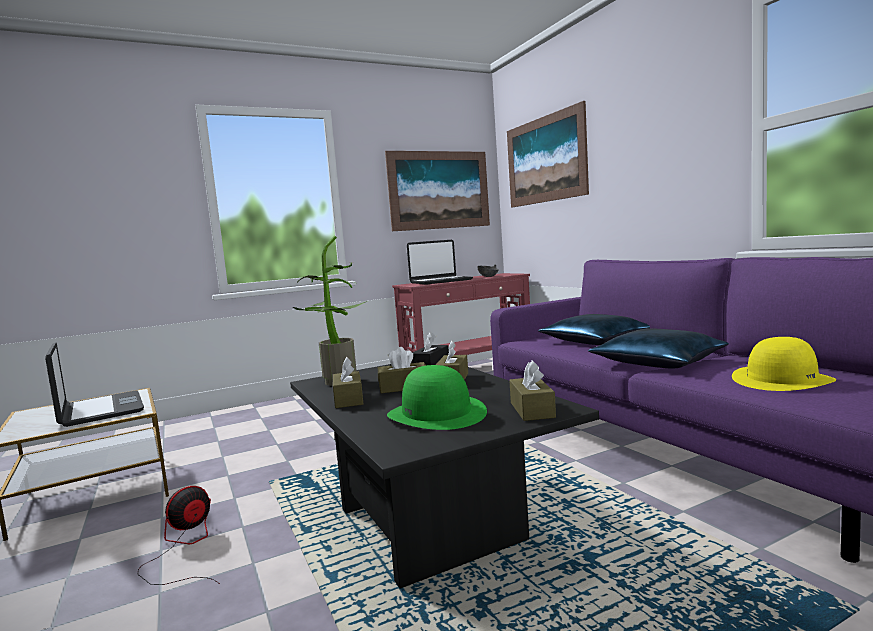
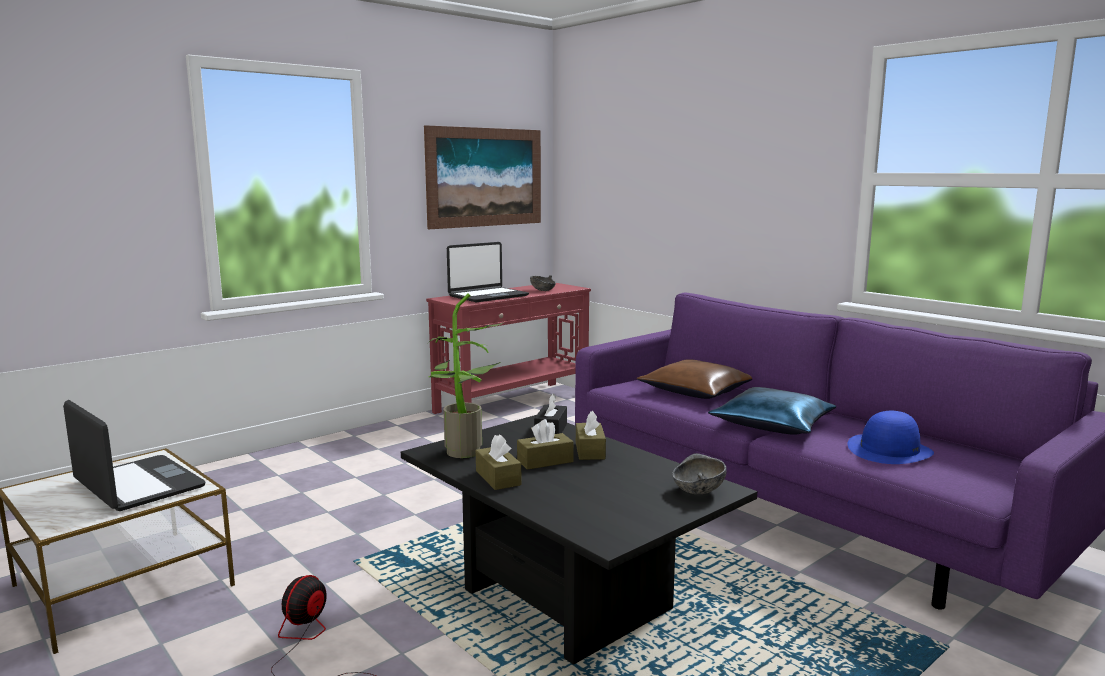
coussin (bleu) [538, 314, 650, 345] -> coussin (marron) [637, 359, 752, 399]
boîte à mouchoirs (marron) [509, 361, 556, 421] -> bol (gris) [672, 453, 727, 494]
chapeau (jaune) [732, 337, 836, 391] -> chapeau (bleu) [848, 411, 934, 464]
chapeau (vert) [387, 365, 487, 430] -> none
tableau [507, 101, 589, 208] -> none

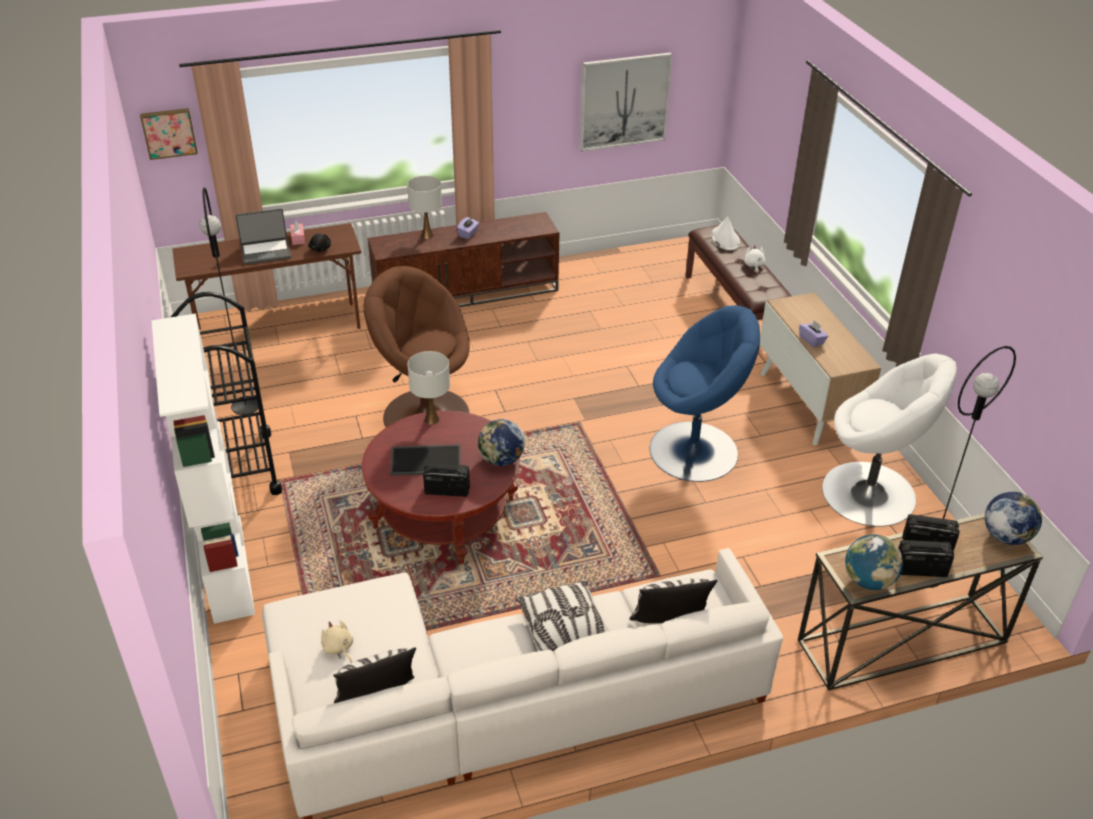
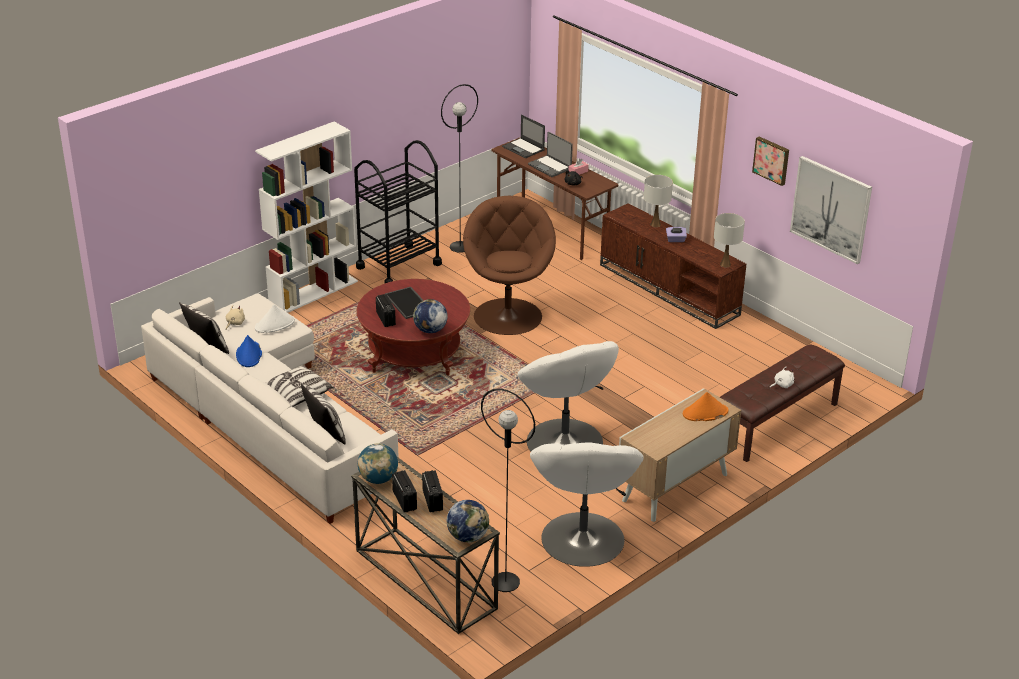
none -> chapeau (bleu) [236, 335, 262, 367]
chapeau (blanc) [712, 217, 740, 251] -> chapeau (blanc) [255, 305, 295, 333], move
none -> ordinateur portable [502, 115, 545, 159]
fauteuil (bleu) [650, 305, 760, 482] -> fauteuil (blanc) [518, 341, 619, 451]
none -> chapeau (orange) [683, 392, 728, 421]
lampe de table (blanc) [408, 351, 450, 425] -> lampe de table (blanc) [714, 213, 745, 267], move
tableau [140, 108, 198, 160] -> tableau [752, 137, 789, 186], move
boîte à mouchoirs (violet) [799, 320, 828, 347] -> none

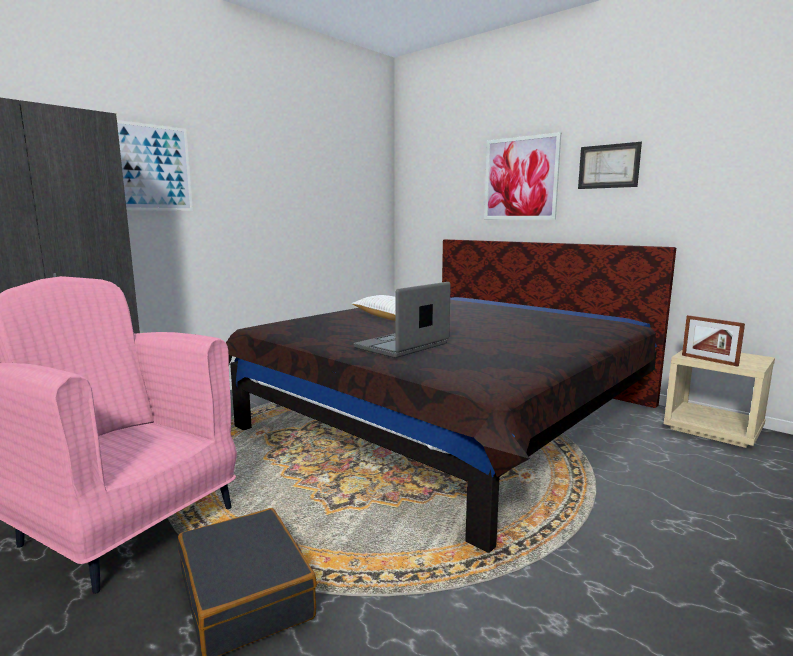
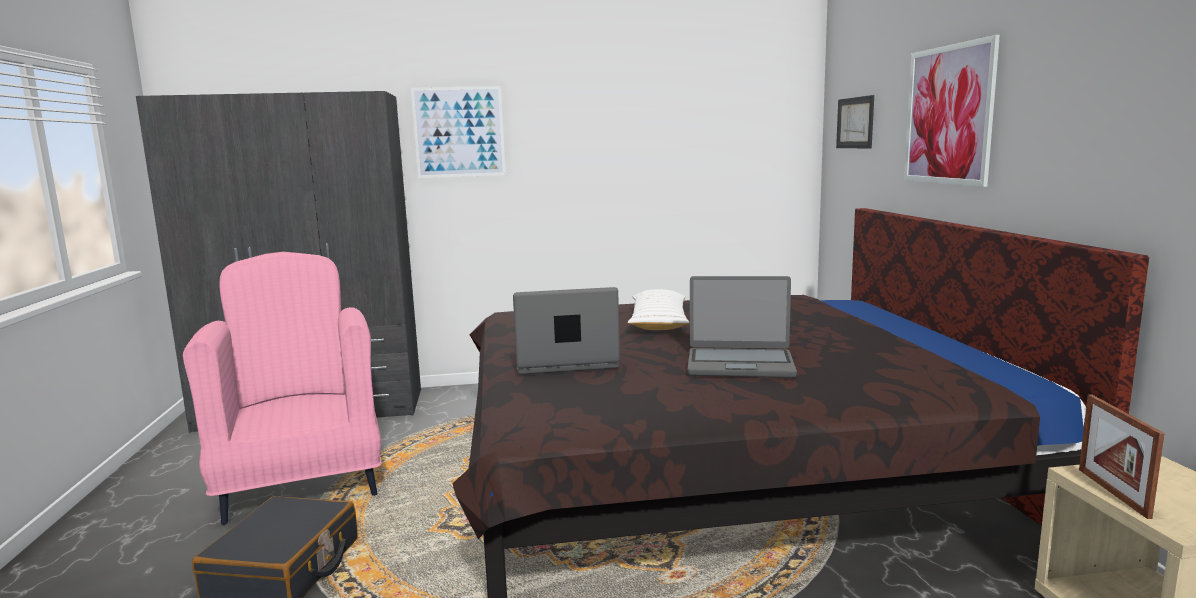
none -> ordinateur portable [687, 276, 797, 378]
tableau [578, 142, 642, 189] -> tableau [836, 95, 874, 148], move

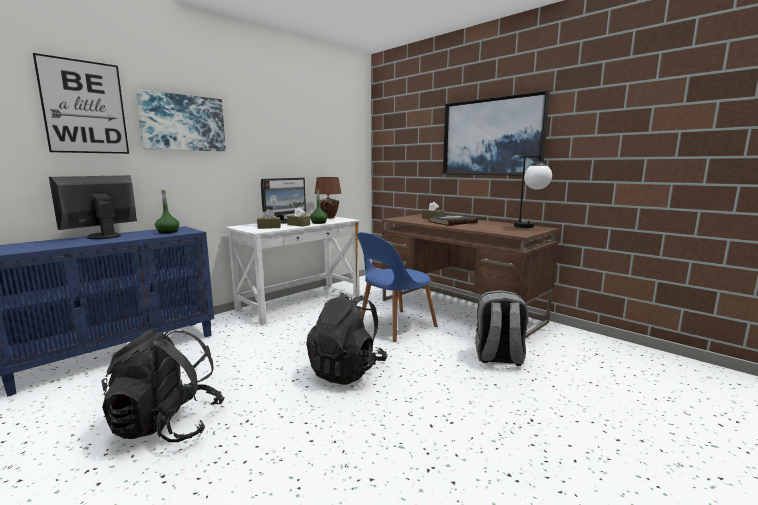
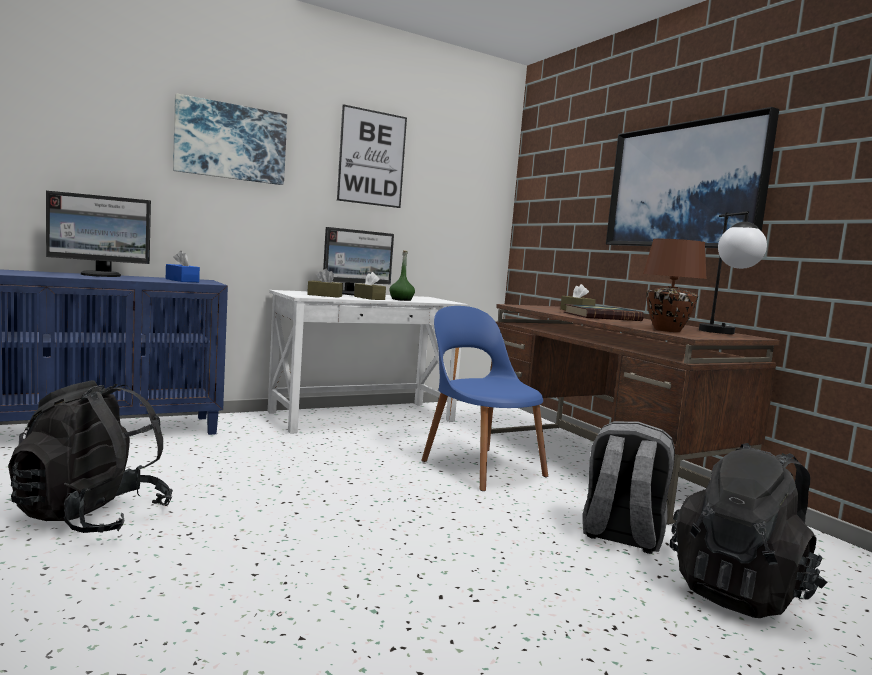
écran d'ordinateur [49, 175, 137, 239] -> écran d'ordinateur [46, 191, 151, 277], 150 degrees counterclockwise
bouteille (vert) [155, 190, 179, 233] -> boîte à mouchoirs (bleu) [166, 251, 200, 282]
tableau [33, 53, 129, 154] -> tableau [337, 104, 407, 208], move
chaise (bleu) [357, 232, 437, 342] -> chaise (bleu) [421, 306, 548, 491], 75 degrees clockwise
lampe de table (marron) [314, 177, 341, 219] -> lampe de table (marron) [643, 239, 707, 332], move
sac à dos (noir) [306, 293, 388, 385] -> sac à dos (noir) [670, 443, 828, 618], move

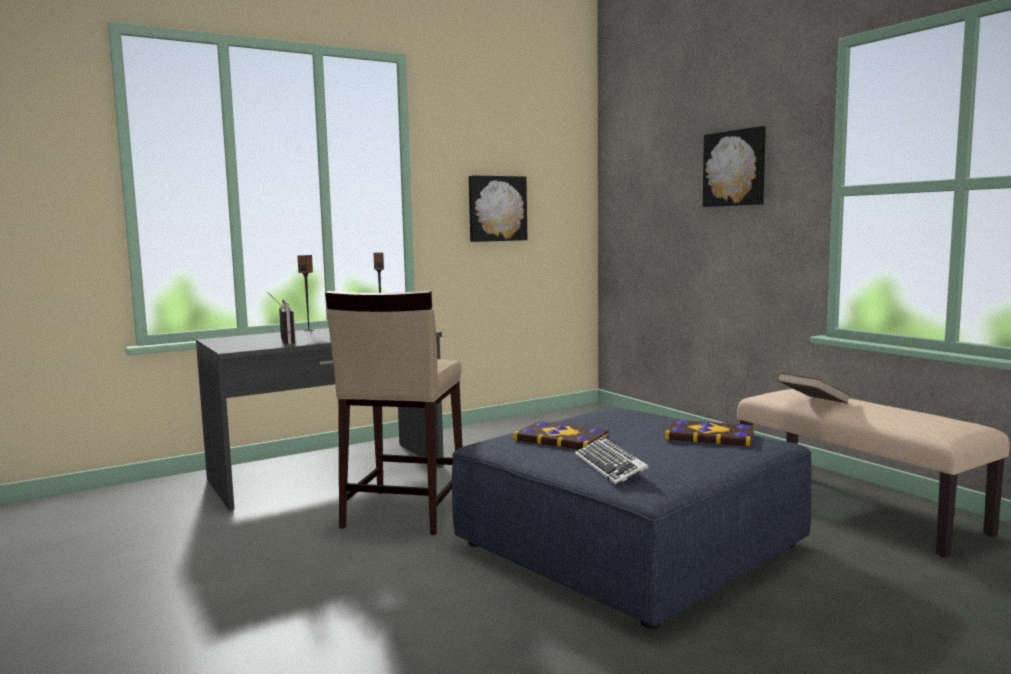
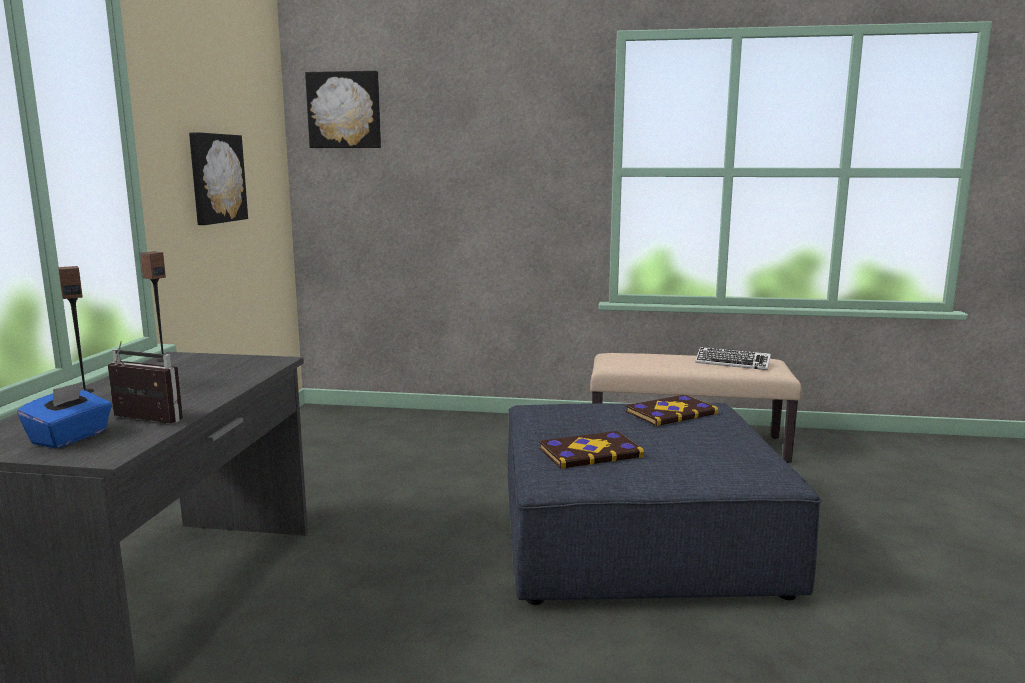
none -> boîte à mouchoirs (bleu) [17, 381, 112, 448]
tableau [703, 126, 766, 207] -> tableau [305, 71, 381, 148], move
clavier [575, 437, 649, 486] -> clavier [695, 347, 771, 370], move
tabouret (beige) [325, 291, 462, 535] -> none
livre (marron) [777, 373, 850, 404] -> none

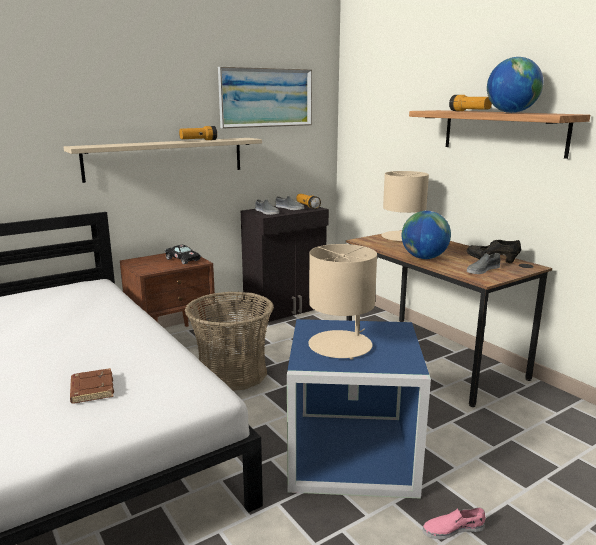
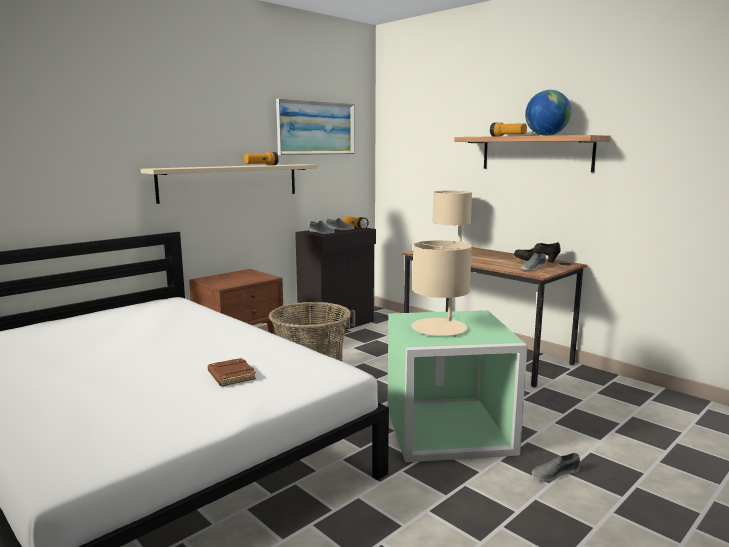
boîte de rangement (bleu) [287, 319, 431, 499] -> boîte de rangement (vert) [388, 310, 528, 462]
chaussure (rose) [423, 507, 486, 539] -> chaussure (gris) [532, 453, 580, 482]
petite voiture (noir) [165, 245, 201, 264] -> none
globe [402, 211, 451, 259] -> none

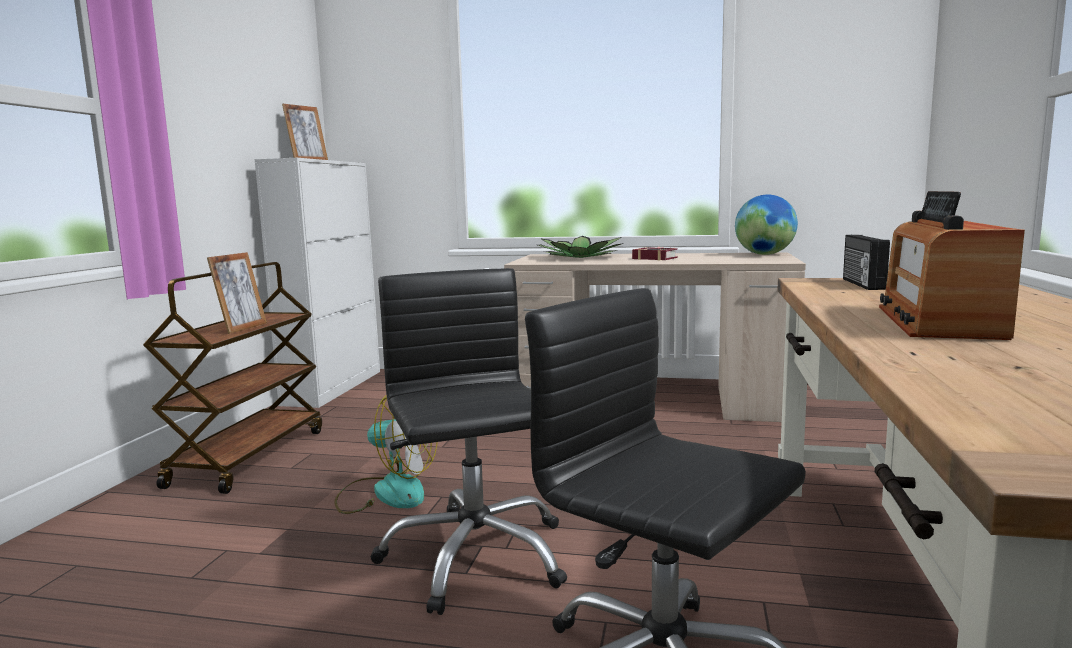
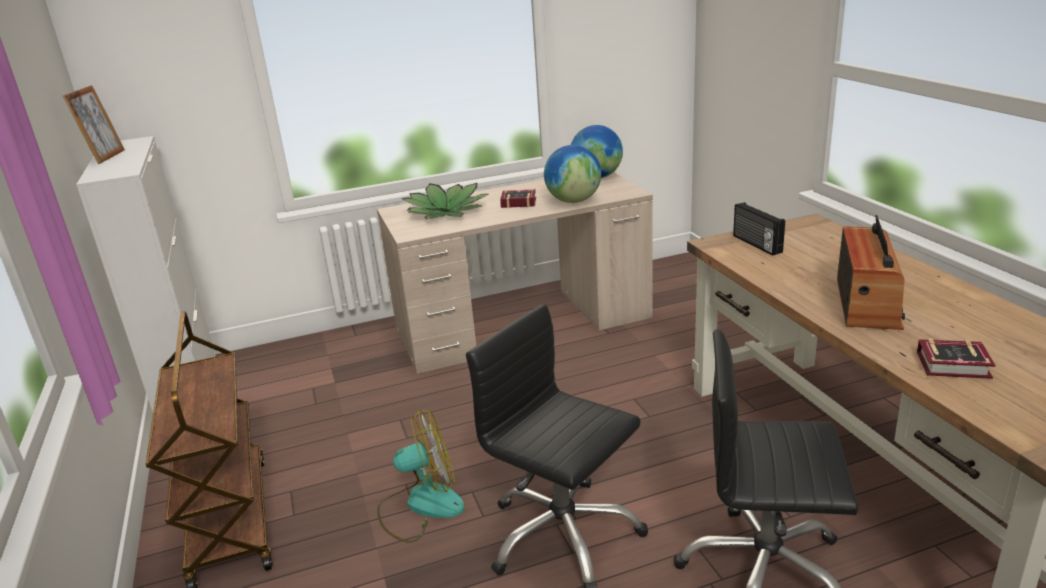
none -> globe [544, 145, 601, 203]
radio [879, 191, 1025, 340] -> radio [837, 215, 905, 330], 150 degrees counterclockwise
none -> livre [917, 339, 996, 379]
cadre photo [207, 252, 267, 334] -> none

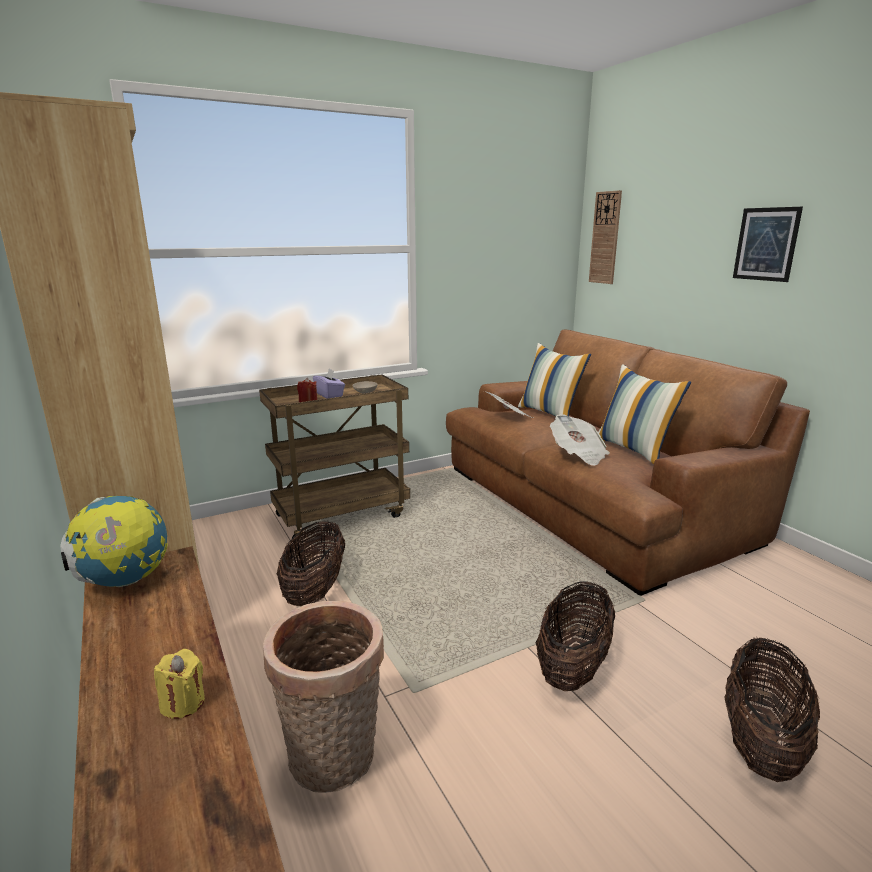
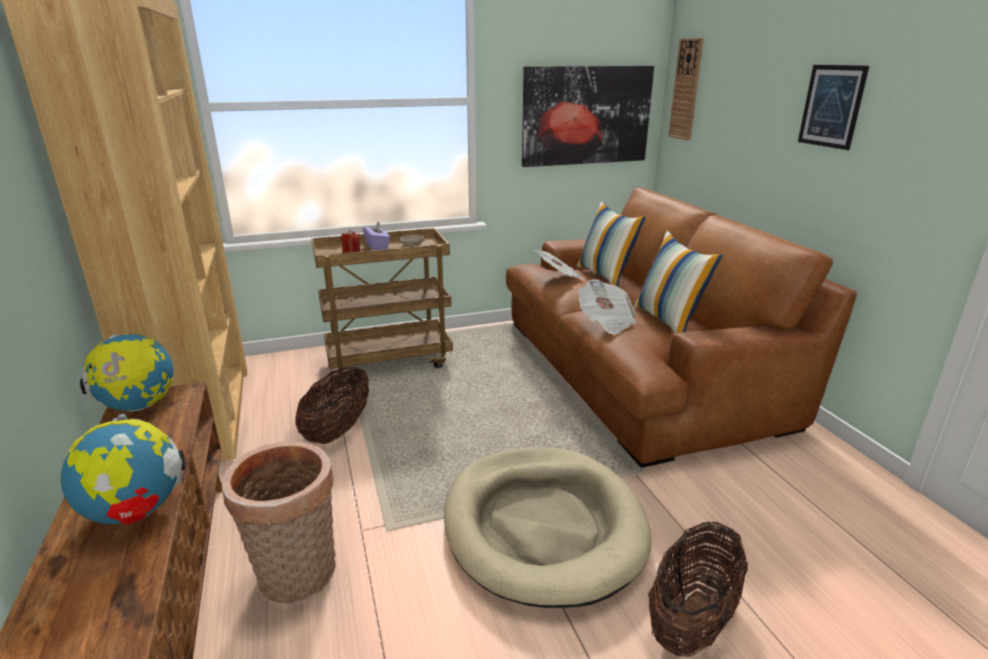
bougie (jaune) [154, 649, 205, 719] -> globe [61, 414, 186, 525]
panier [536, 581, 615, 691] -> panier pour chien (beige) [444, 447, 651, 608]
none -> tableau [522, 66, 654, 167]

